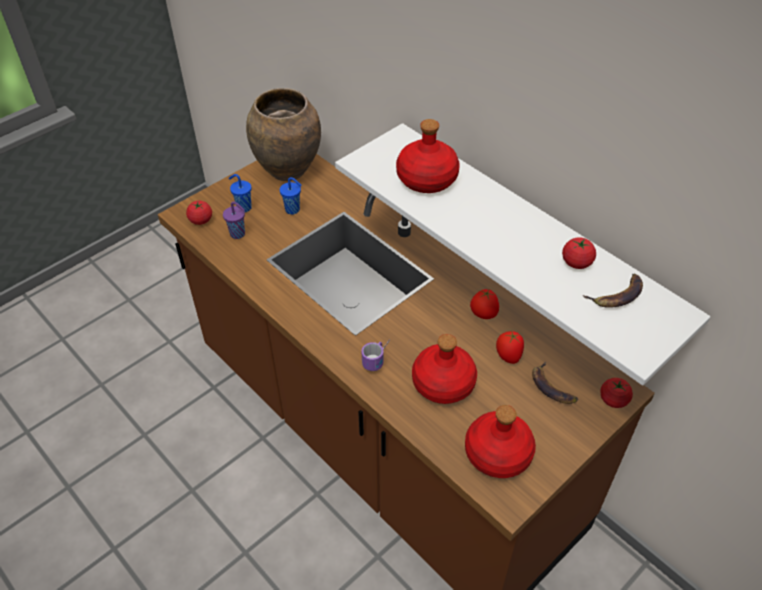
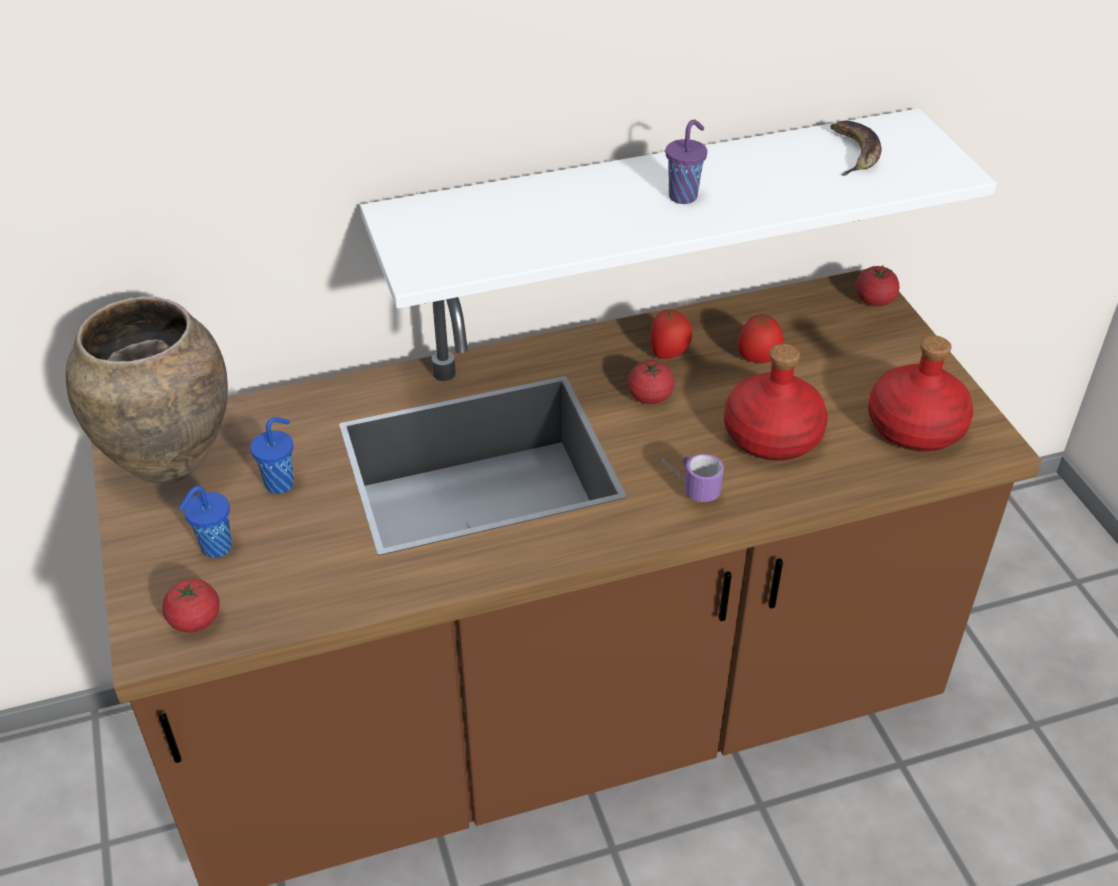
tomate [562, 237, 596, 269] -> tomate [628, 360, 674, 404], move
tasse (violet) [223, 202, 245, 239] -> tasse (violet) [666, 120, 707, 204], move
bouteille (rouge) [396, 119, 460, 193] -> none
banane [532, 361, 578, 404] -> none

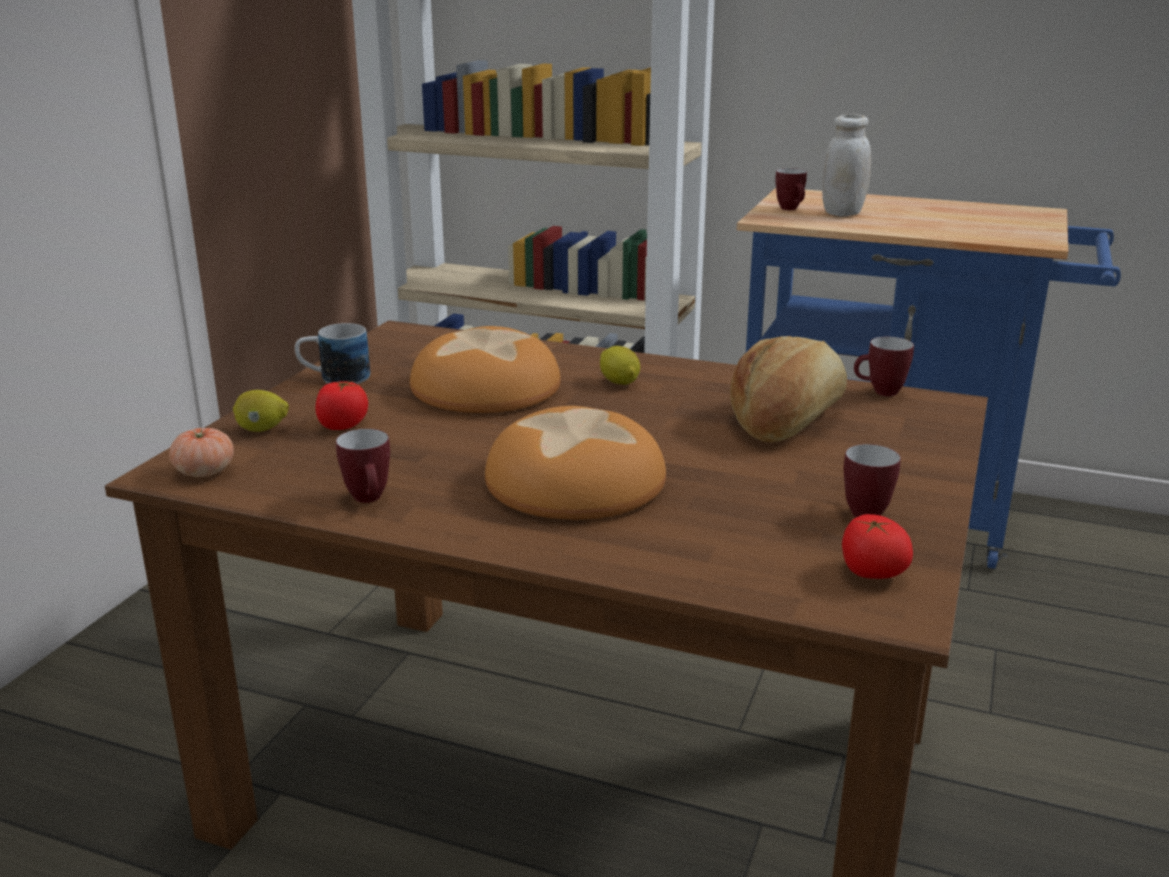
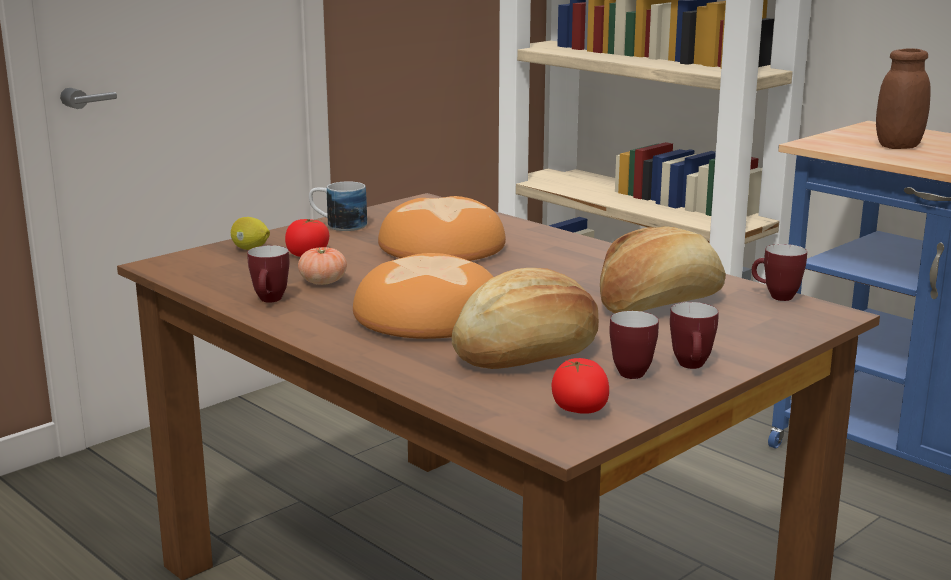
tomate [169, 428, 234, 477] -> tomate [298, 247, 347, 285], move
none -> pain [452, 268, 599, 369]
mug [775, 168, 807, 210] -> mug [670, 302, 719, 369], move
bocal (blanc) [822, 114, 871, 217] -> bocal (marron) [876, 48, 930, 149]
citron [600, 346, 640, 385] -> none

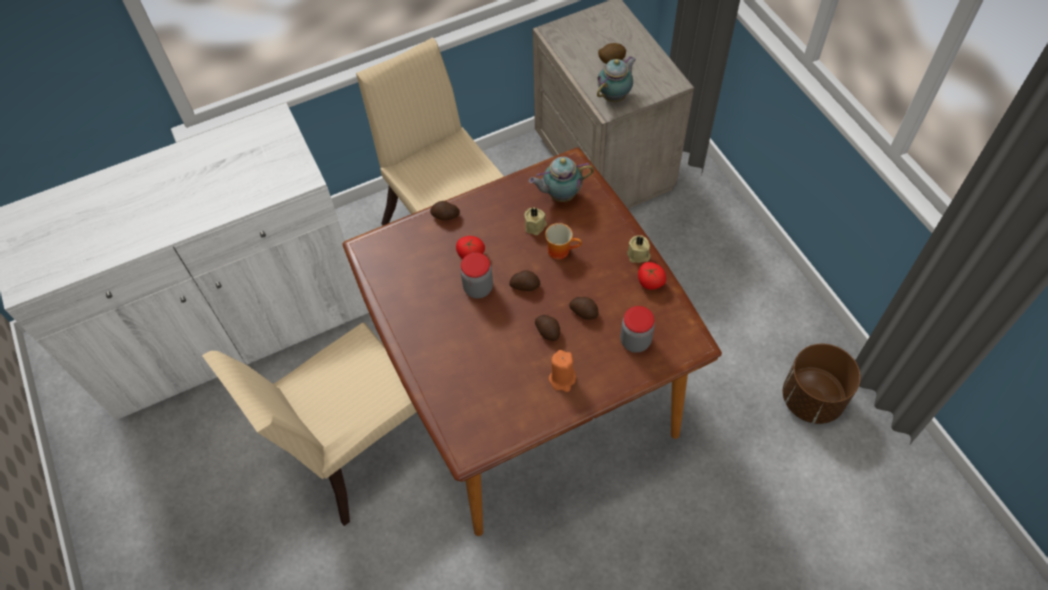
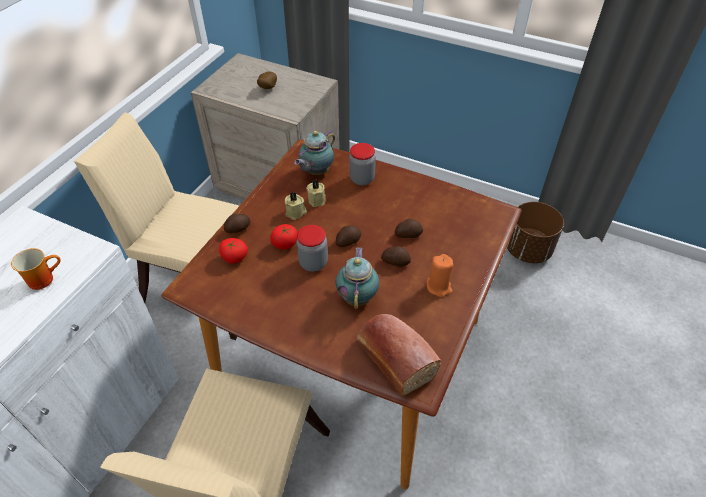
mug [545, 223, 582, 259] -> mug [11, 248, 61, 290], move
tomate [638, 262, 666, 290] -> tomate [219, 238, 248, 264], move
bougie (beige) [627, 235, 651, 263] -> bougie (beige) [285, 192, 307, 220], move
théière [597, 56, 636, 102] -> théière [336, 247, 379, 309], move
bocal [620, 306, 655, 353] -> bocal [349, 143, 376, 185], move
none -> pain [357, 314, 441, 397]

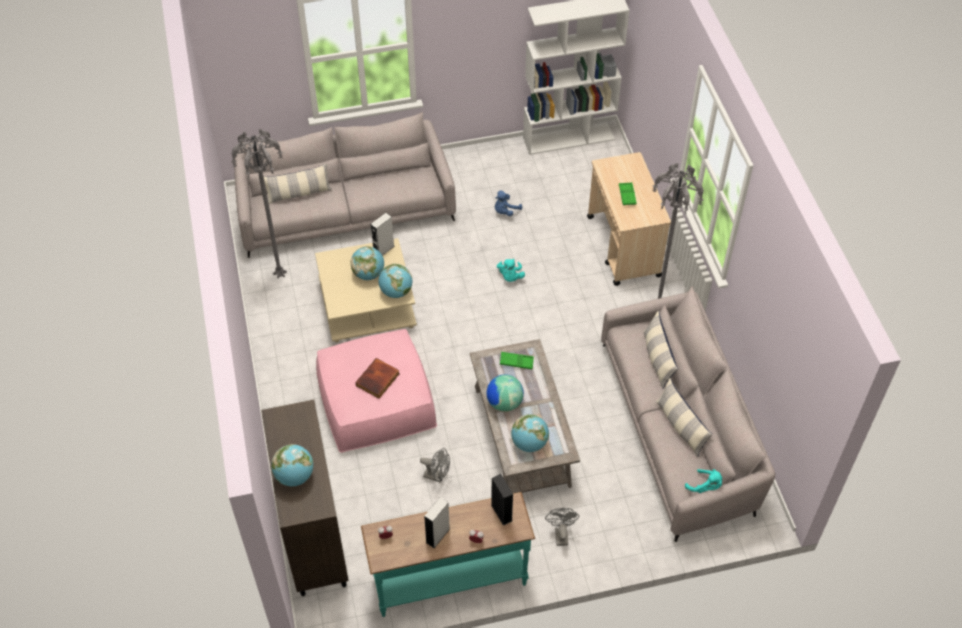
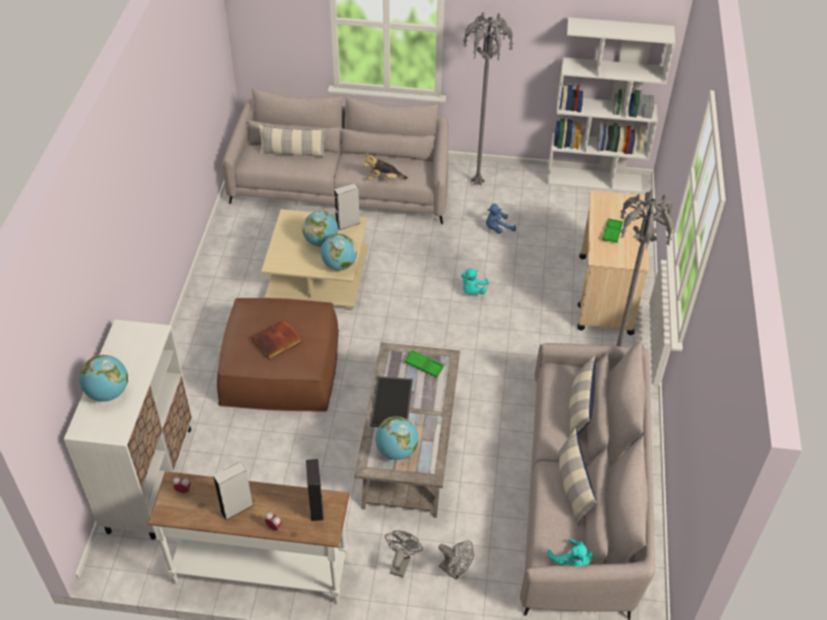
meuble de rangement (marron) [261, 400, 349, 596] -> meuble de rangement (blanc) [64, 319, 193, 540]
table console (turquoise) [361, 492, 535, 617] -> table console (blanc) [147, 471, 350, 604]
pouf (rose) [316, 329, 437, 453] -> pouf (marron) [217, 298, 339, 412]
none -> peluche [363, 153, 408, 180]
globe [486, 375, 524, 412] -> plateau [370, 376, 413, 427]
ventilateur (gris) [420, 448, 450, 483] -> ventilateur (gris) [438, 541, 474, 580], move
lampadaire (gris) [231, 129, 287, 278] -> lampadaire (gris) [462, 12, 514, 185], move

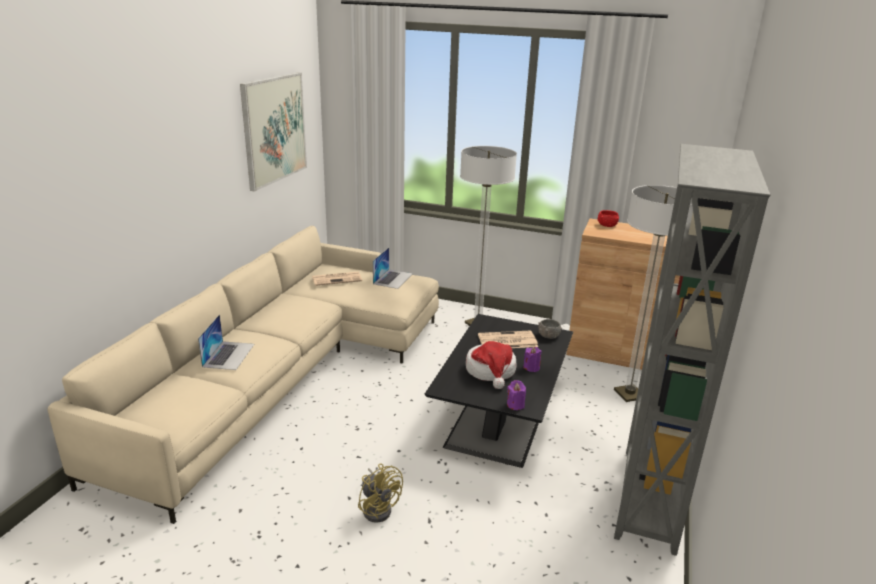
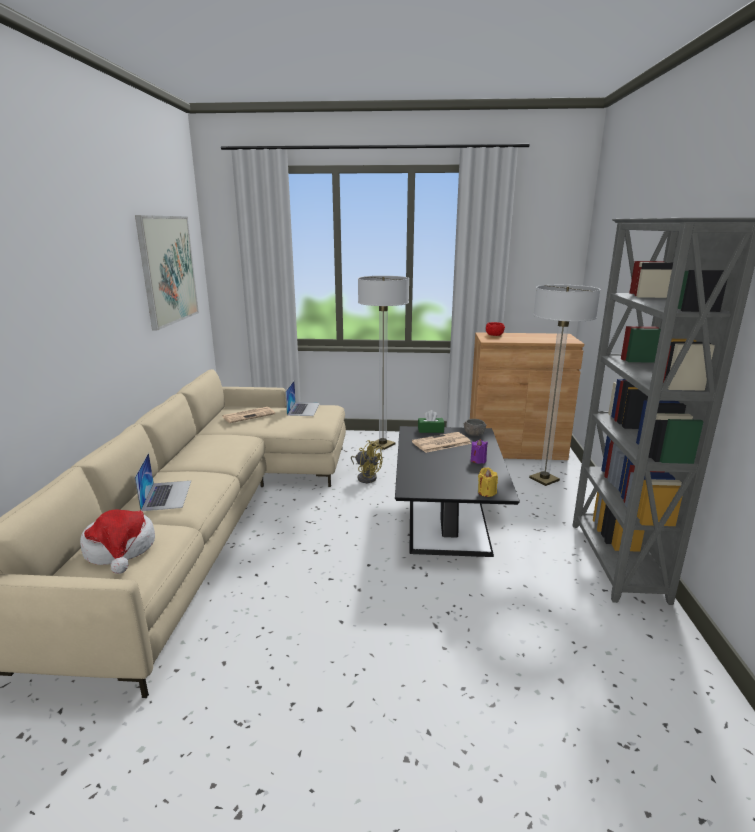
chapeau [466, 341, 516, 389] -> chapeau [80, 509, 155, 574], move
ventilateur (jaune) [358, 464, 403, 523] -> ventilateur (jaune) [351, 440, 383, 483], move
none -> boîte à mouchoirs (vert) [418, 410, 444, 433]
bougie (violet) [507, 380, 526, 410] -> bougie (jaune) [478, 467, 498, 497]

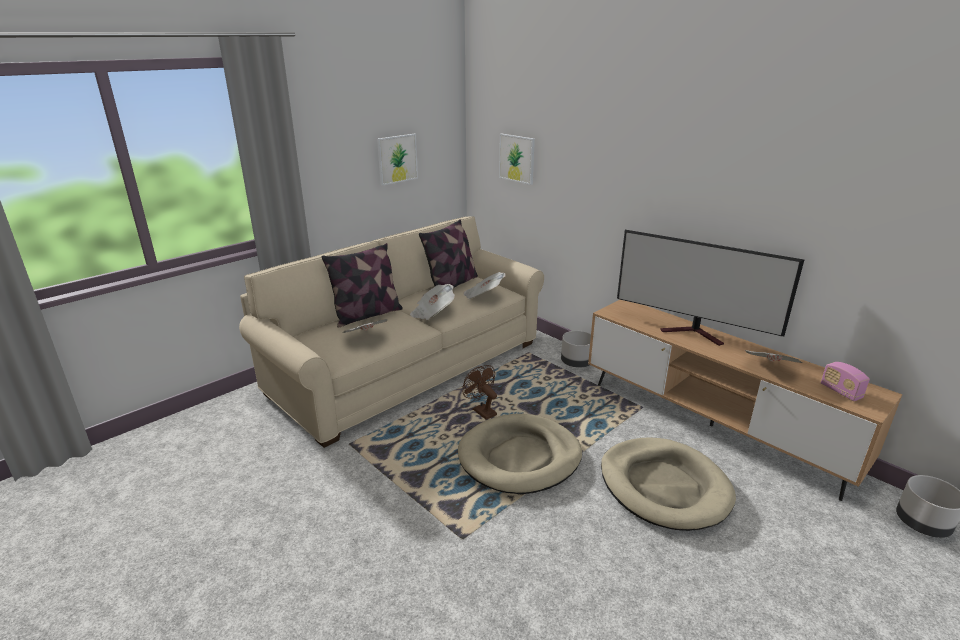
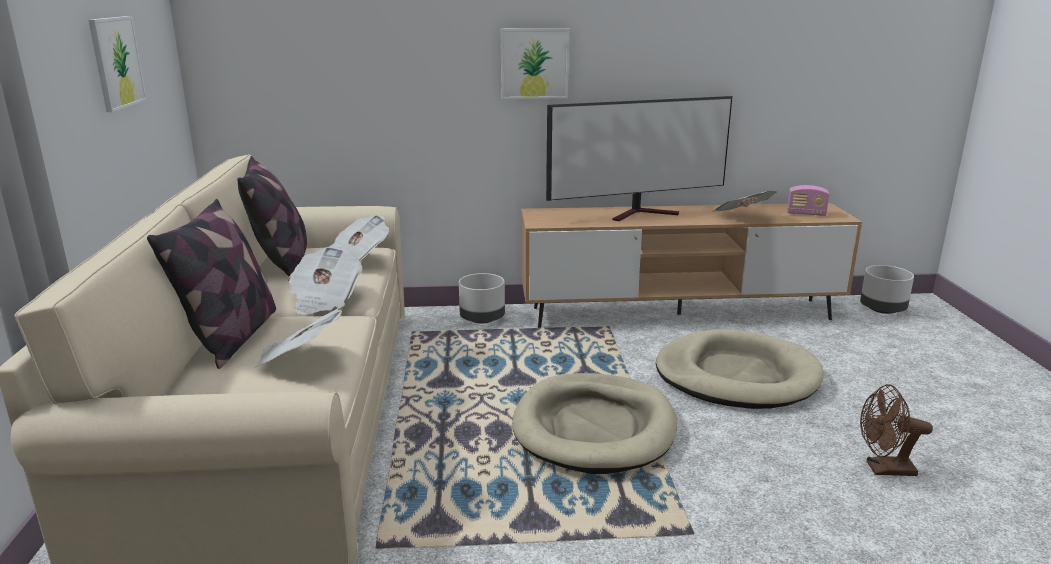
tableau [499, 134, 535, 185] -> tableau [501, 28, 569, 99], move
ventilateur (marron) [462, 365, 497, 420] -> ventilateur (marron) [860, 384, 933, 476], move

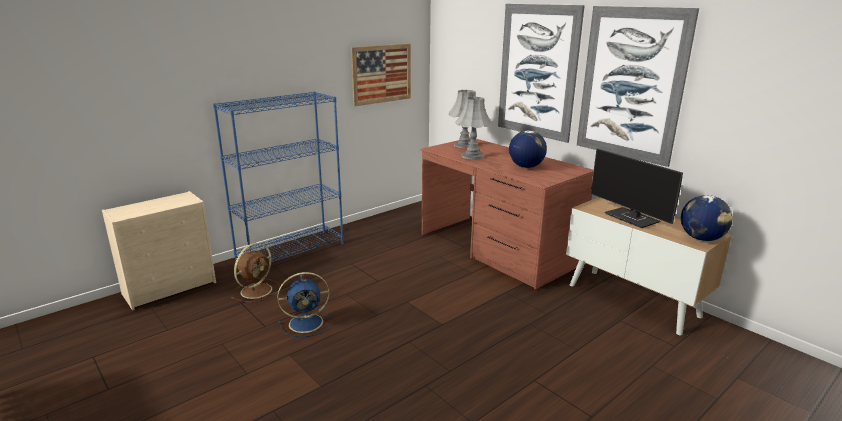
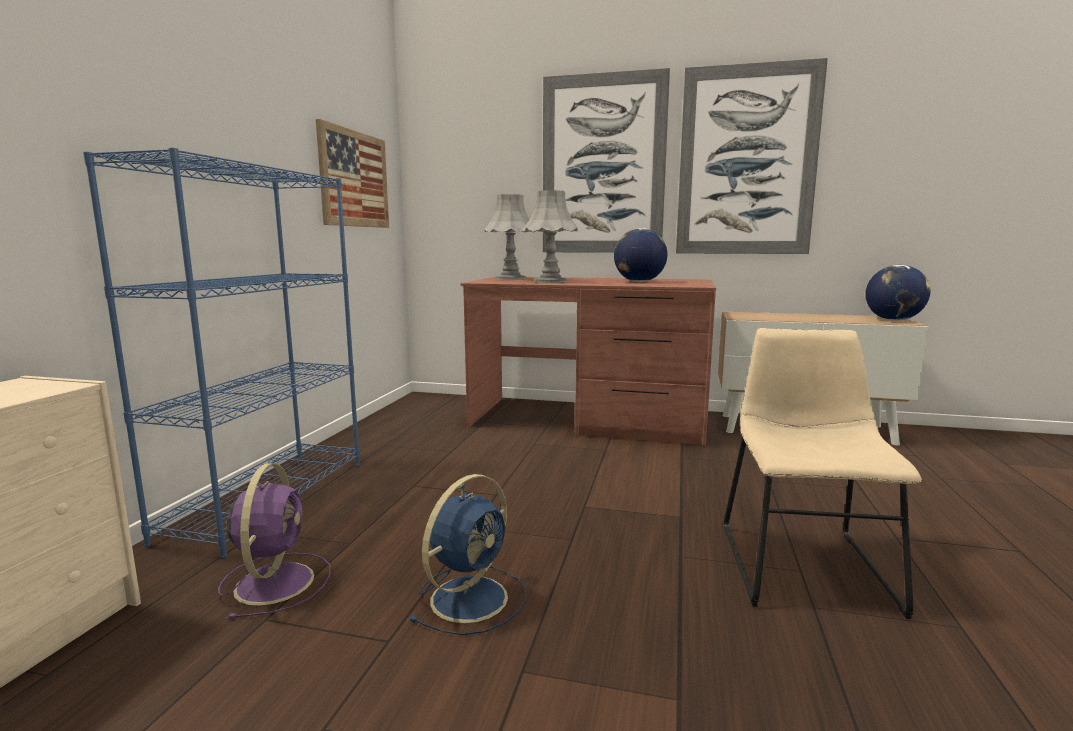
ventilateur (marron) [232, 243, 280, 302] -> ventilateur (violet) [218, 463, 331, 619]
none -> chaise (beige) [724, 328, 922, 619]
écran d'ordinateur [590, 148, 683, 228] -> none

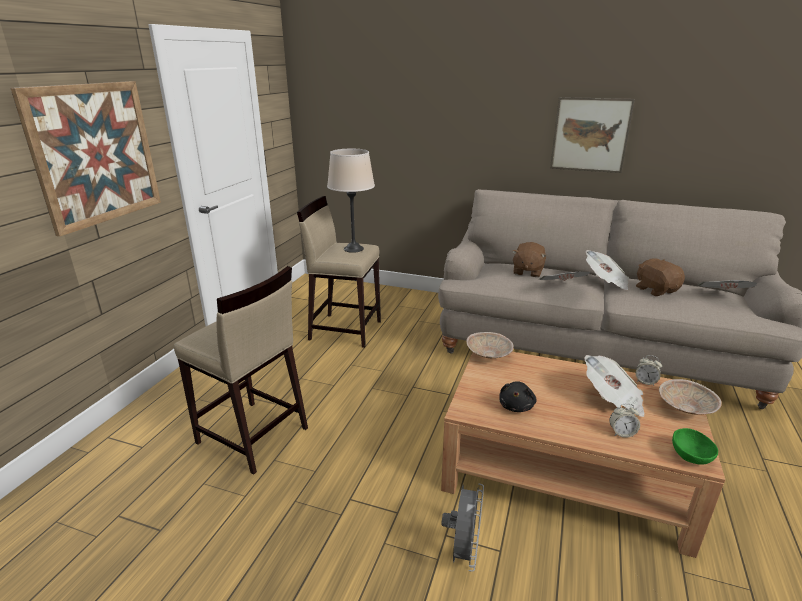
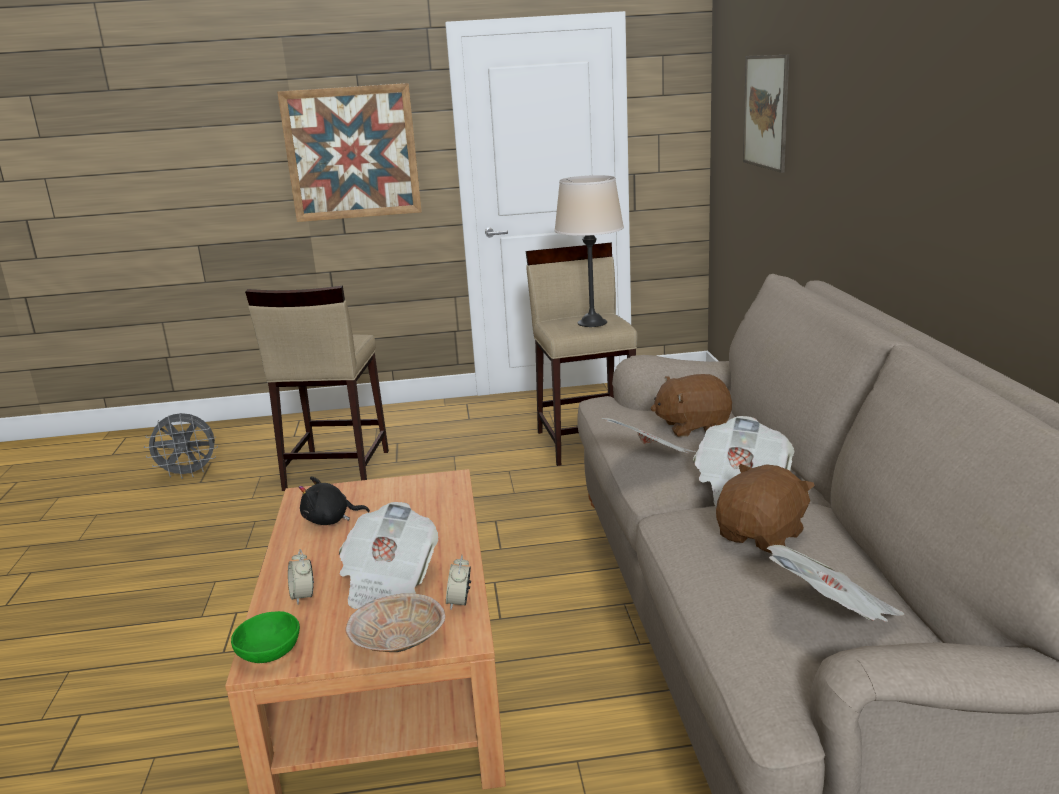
ventilateur (gris) [441, 483, 484, 572] -> ventilateur (gris) [144, 413, 218, 479], move
tableau [550, 97, 635, 173] -> tableau [743, 55, 789, 173], move
bol (beige) [466, 332, 514, 358] -> none

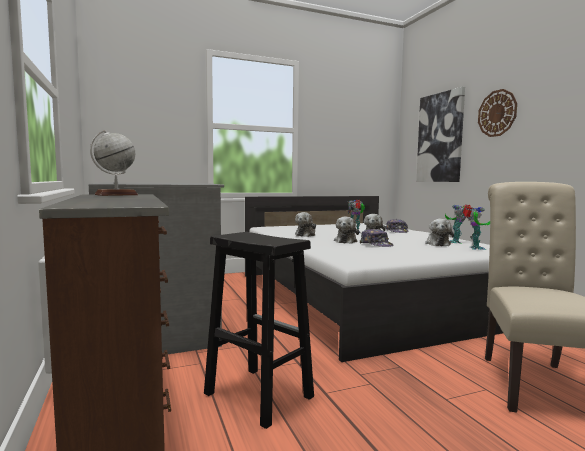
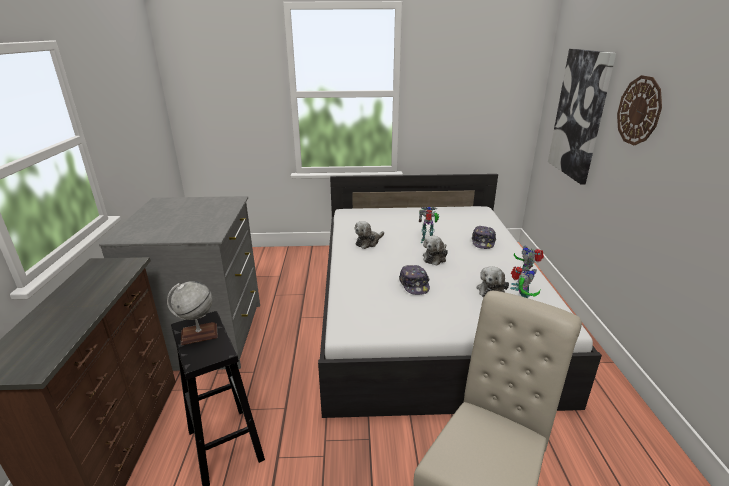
globe [90, 130, 138, 196] -> globe [167, 281, 218, 345], move
peluche [334, 217, 359, 244] -> none

